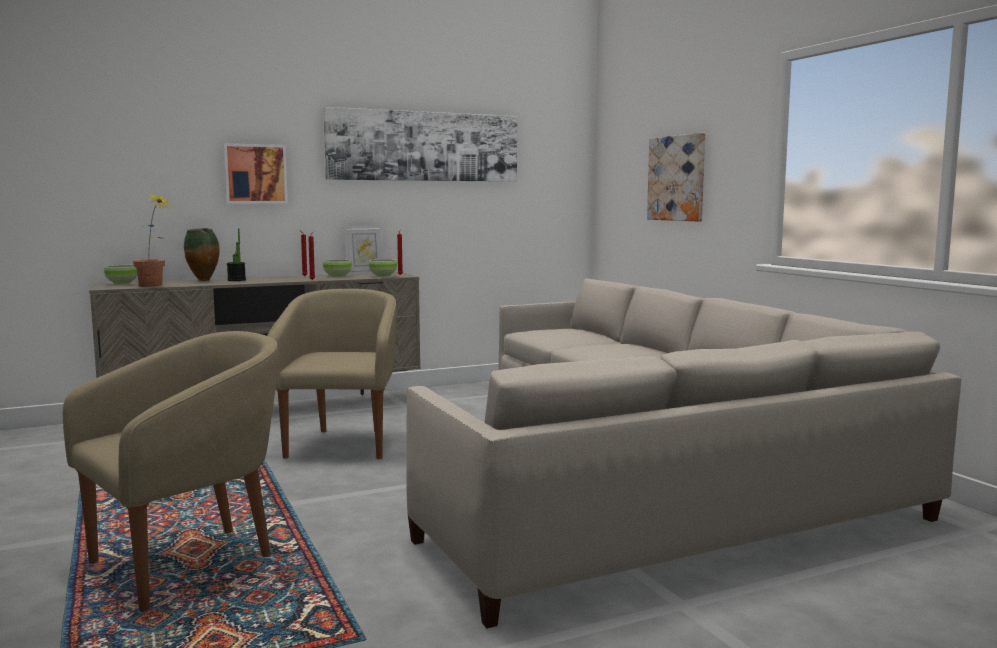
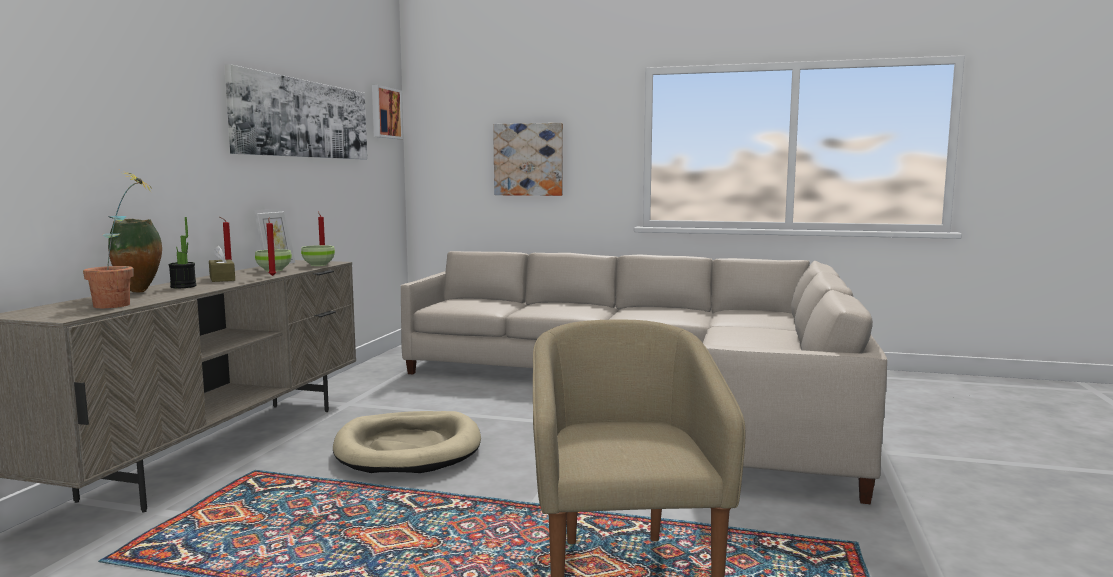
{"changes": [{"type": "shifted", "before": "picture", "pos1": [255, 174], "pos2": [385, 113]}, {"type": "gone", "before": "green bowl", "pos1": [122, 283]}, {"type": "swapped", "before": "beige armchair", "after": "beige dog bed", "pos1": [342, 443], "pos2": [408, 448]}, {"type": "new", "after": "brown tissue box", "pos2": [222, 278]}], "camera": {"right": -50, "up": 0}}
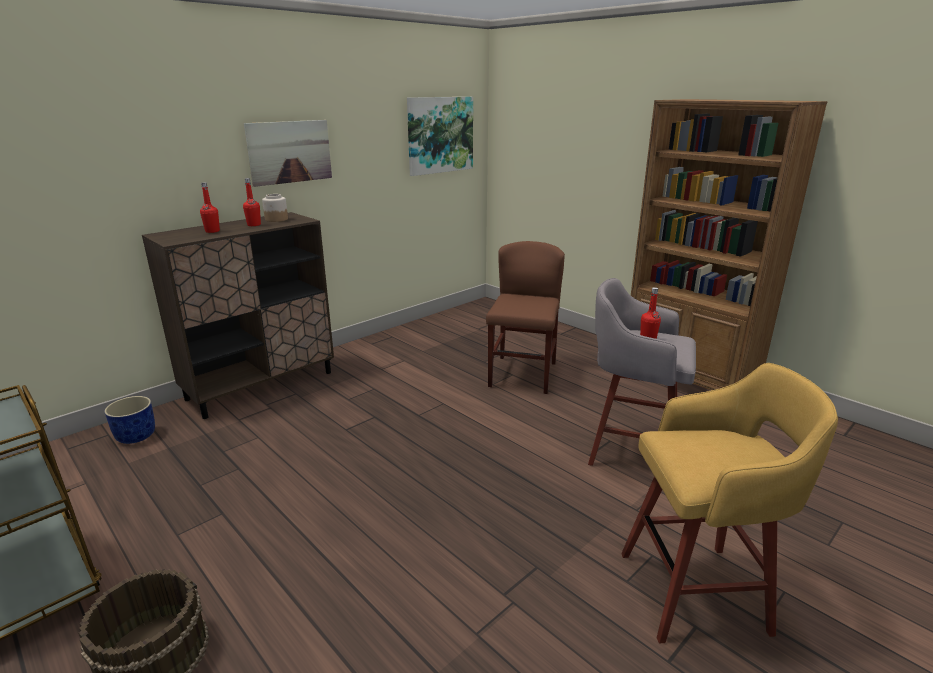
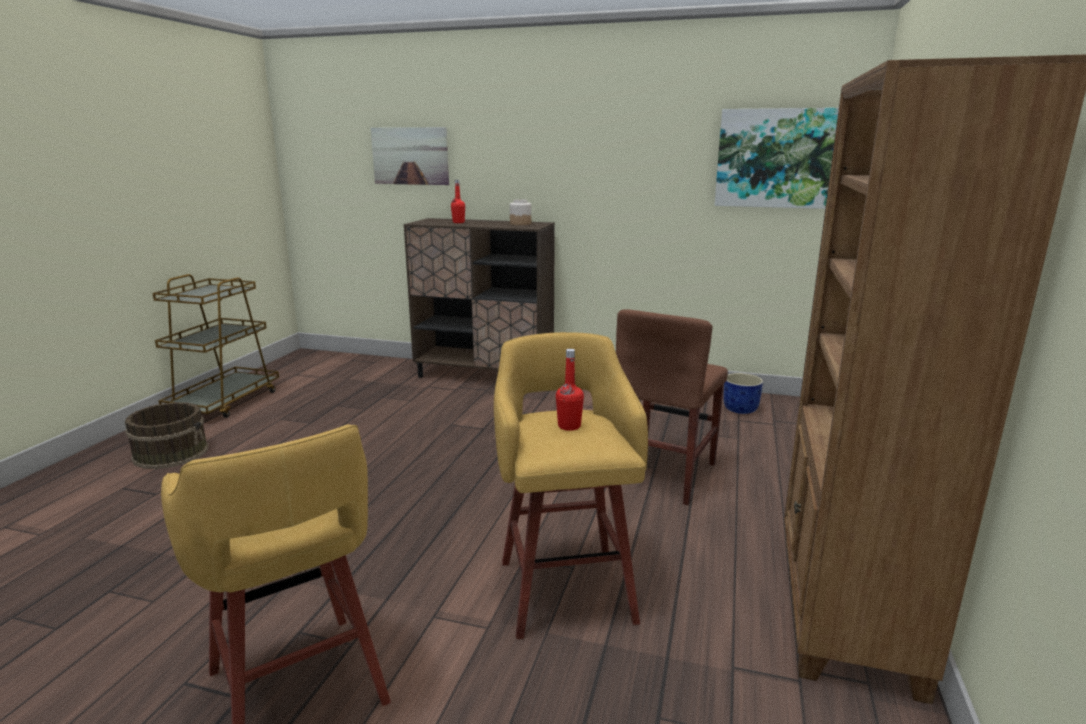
{"changes": [{"type": "shifted", "before": "picture", "pos1": [290, 152], "pos2": [410, 156]}, {"type": "gone", "before": "red bottle", "pos1": [254, 225]}, {"type": "rotated", "before": "brown chair", "pos1": [522, 374], "pos2": [663, 473], "turn": 135}, {"type": "repainted", "before": "grey stool", "after": "yellow stool", "pos1": [630, 449], "pos2": [565, 587]}, {"type": "shifted", "before": "blue planter", "pos1": [136, 436], "pos2": [740, 409]}], "camera": {"right": 60, "up": -5}}
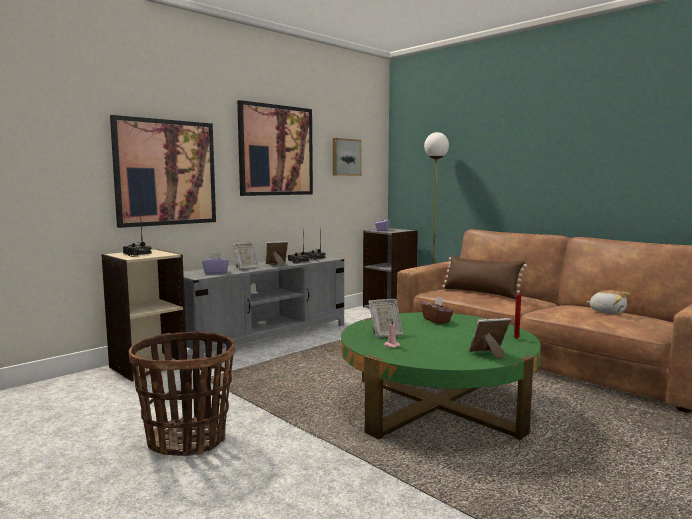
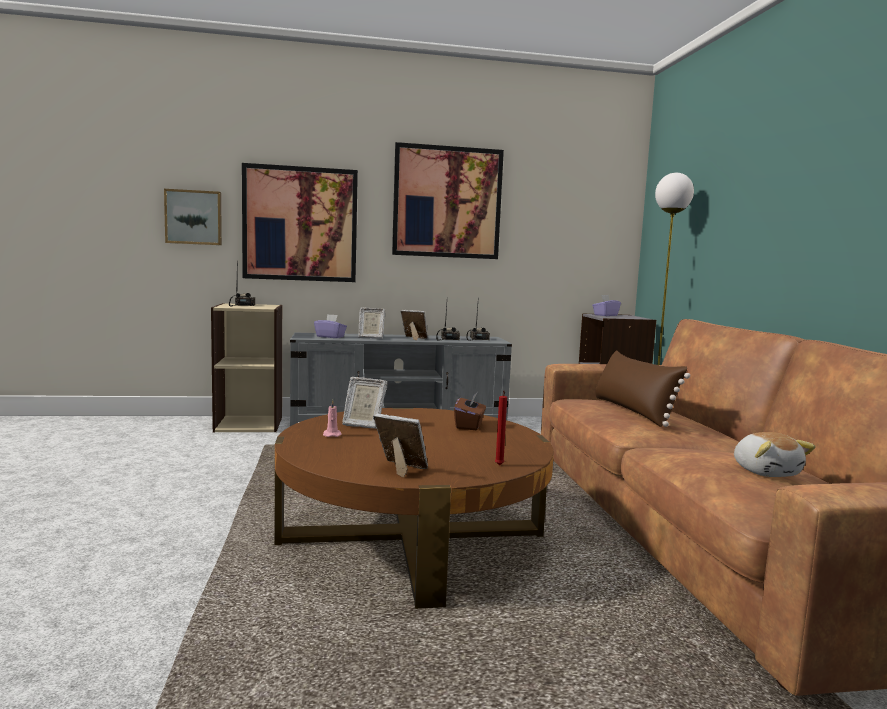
{"changes": [{"type": "shifted", "before": "picture", "pos1": [345, 157], "pos2": [194, 217]}, {"type": "repainted", "before": "green coffee table", "after": "brown coffee table", "pos1": [436, 405], "pos2": [412, 537]}, {"type": "gone", "before": "basket", "pos1": [187, 439]}], "camera": {"right": 35, "up": 0}}
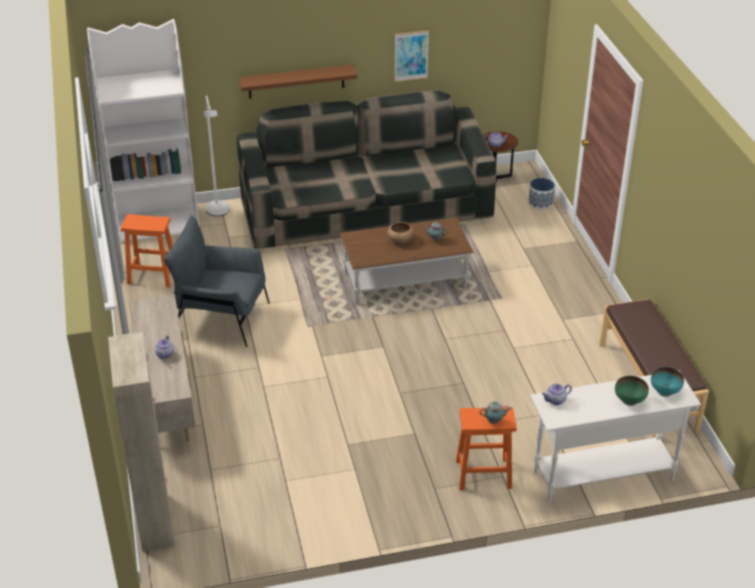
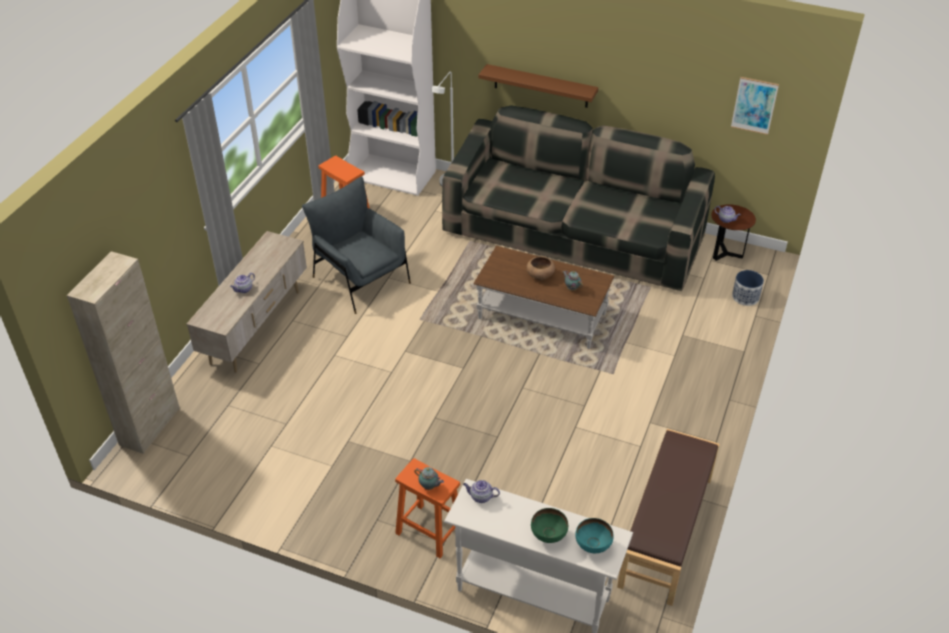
{"changes": [{"type": "shifted", "before": "picture", "pos1": [411, 56], "pos2": [754, 105]}], "camera": {"right": 35, "up": 5}}
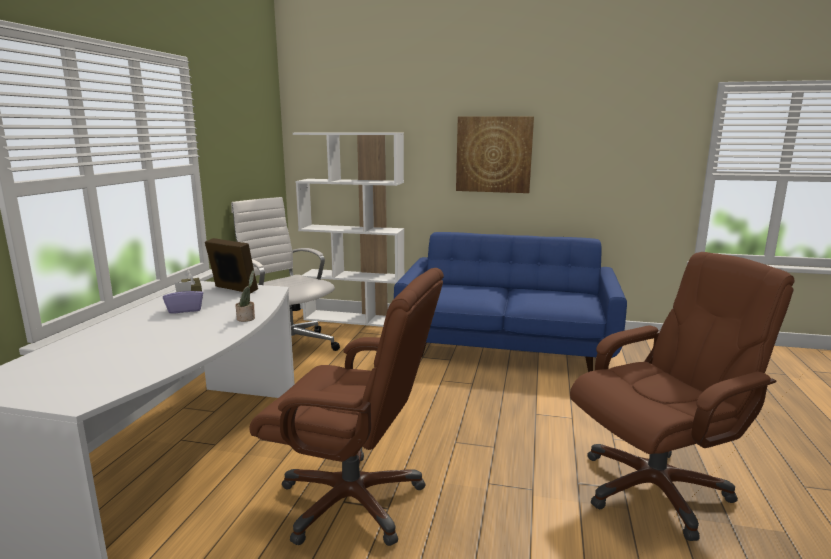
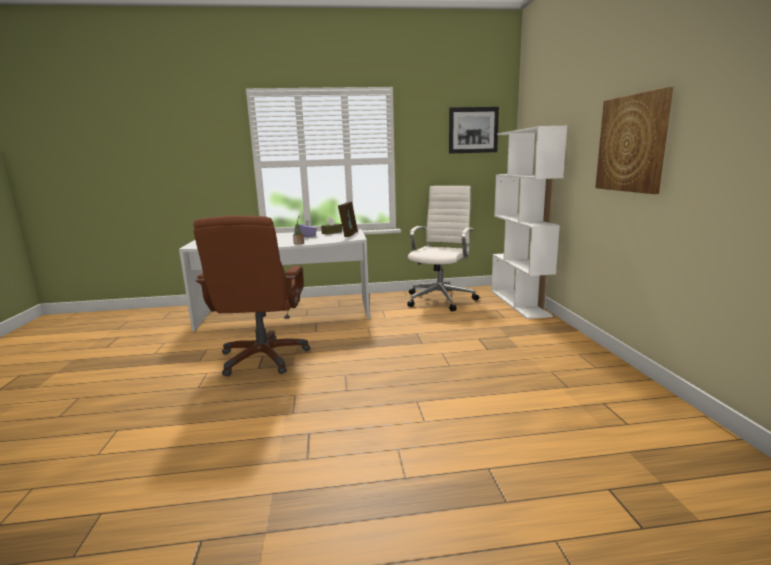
{"changes": [{"type": "gone", "before": "blue sofa", "pos1": [506, 345]}, {"type": "gone", "before": "brown office chair", "pos1": [654, 488]}, {"type": "new", "after": "picture", "pos2": [473, 130]}], "camera": {"right": 70, "up": 0}}
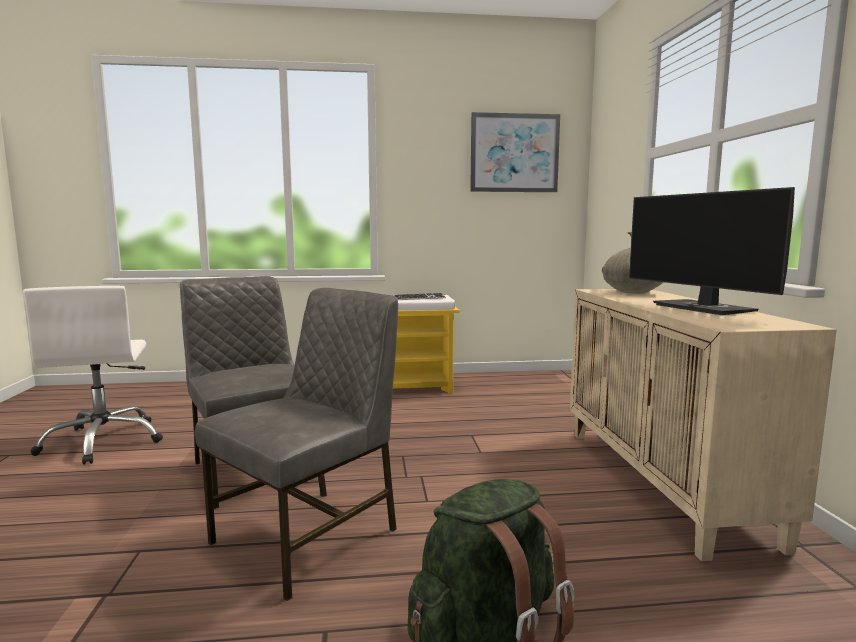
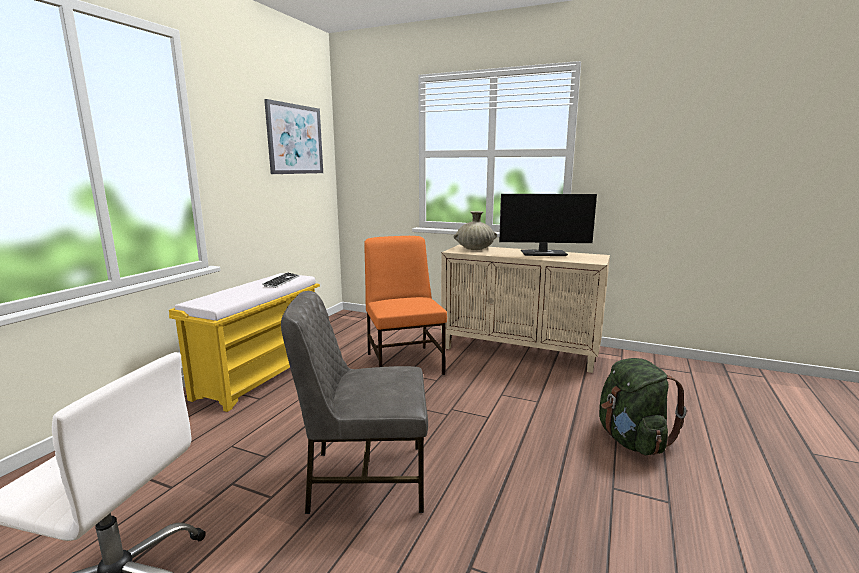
{"changes": [{"type": "gone", "before": "grey chair", "pos1": [310, 536]}, {"type": "new", "after": "orange chair", "pos2": [404, 362]}], "camera": {"right": -60, "up": 5}}
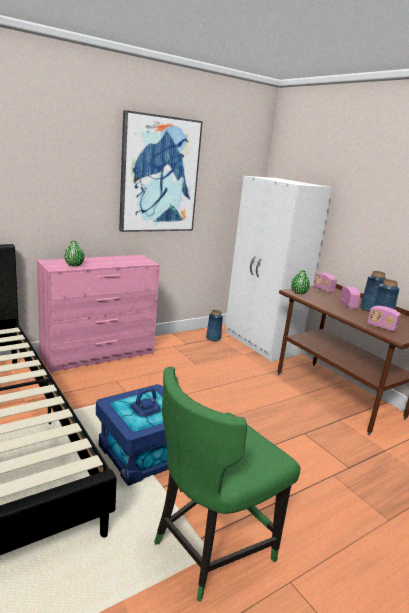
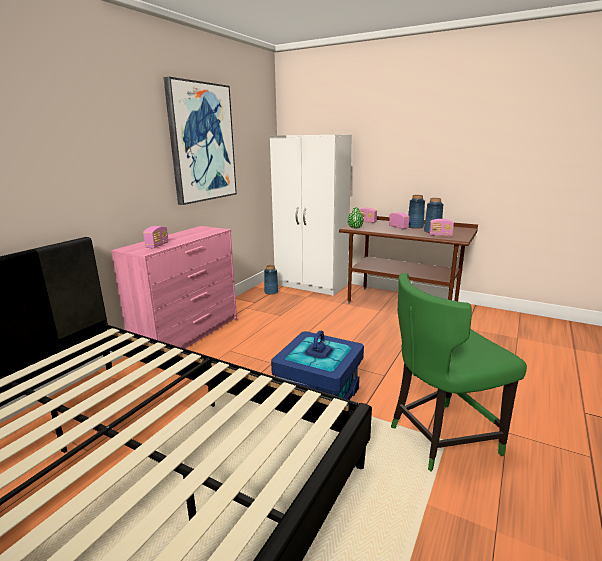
{"changes": [{"type": "swapped", "before": "green vase", "after": "radio", "pos1": [74, 265], "pos2": [157, 245]}, {"type": "rotated", "before": "green chair", "pos1": [209, 548], "pos2": [440, 437], "turn": 45}], "camera": {"right": -25, "up": 0}}
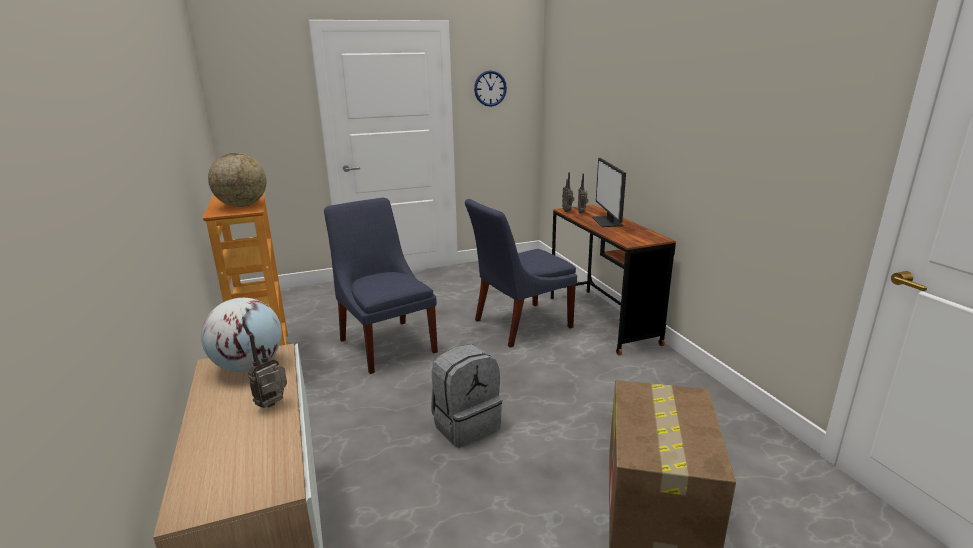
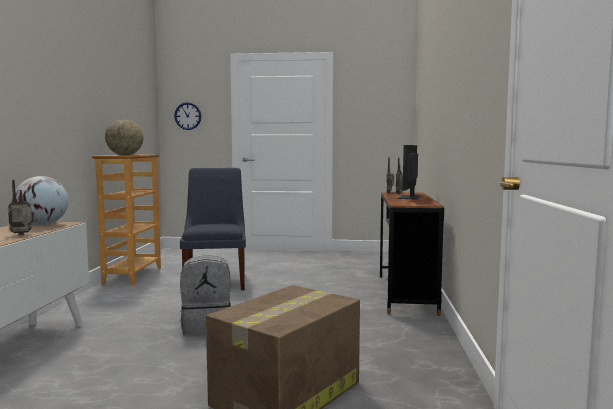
{"changes": [{"type": "shifted", "before": "wall clock", "pos1": [490, 88], "pos2": [188, 116]}, {"type": "gone", "before": "blue chair", "pos1": [519, 324]}], "camera": {"right": 25, "up": -15}}
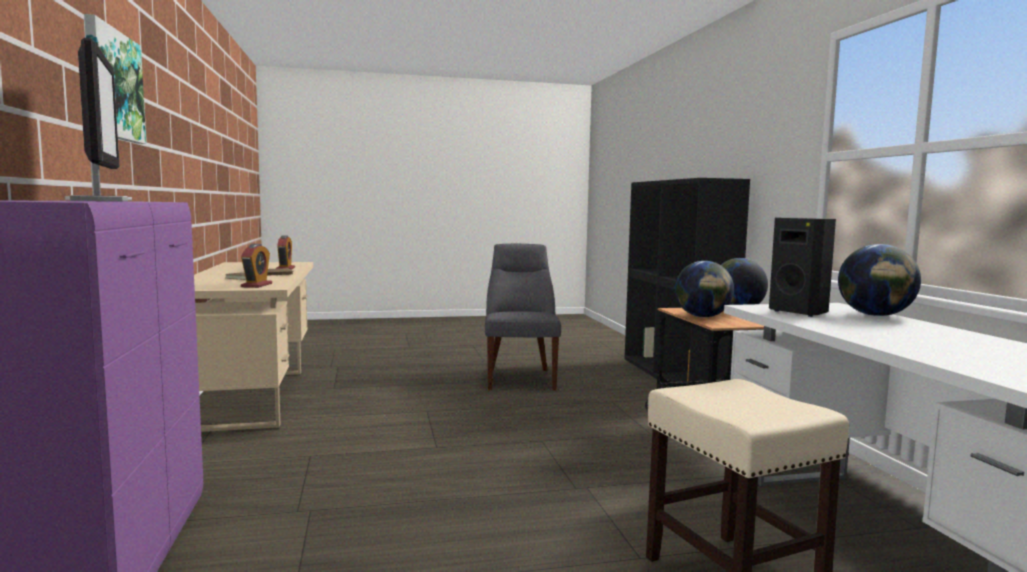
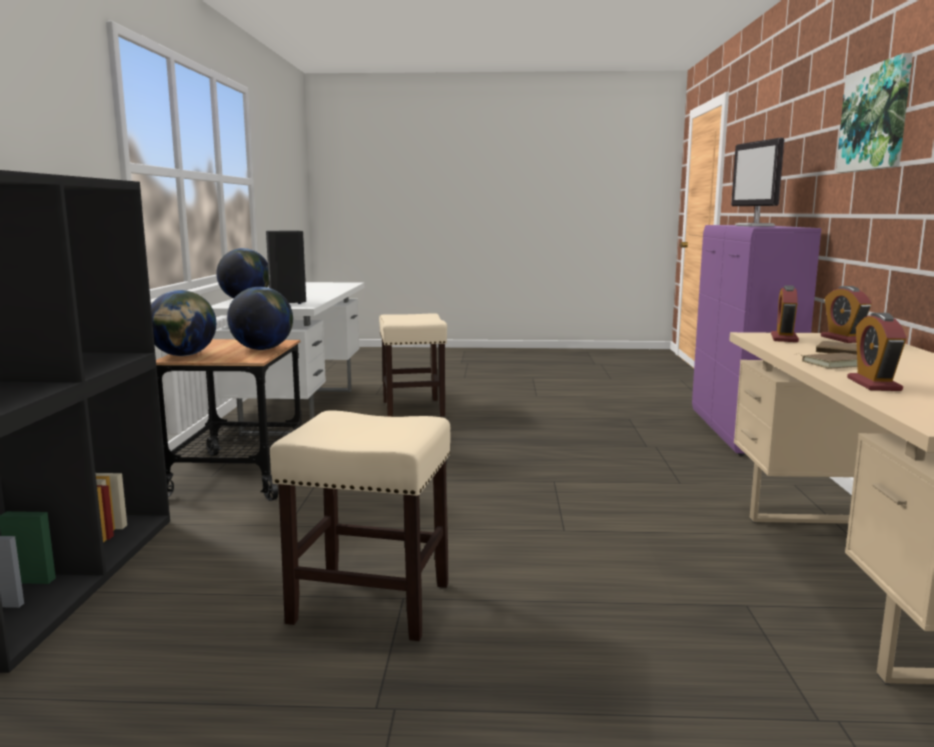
{"changes": [{"type": "swapped", "before": "grey chair", "after": "beige stool", "pos1": [520, 378], "pos2": [368, 603]}, {"type": "new", "after": "alarm clock", "pos2": [843, 339]}], "camera": {"right": -165, "up": 5}}
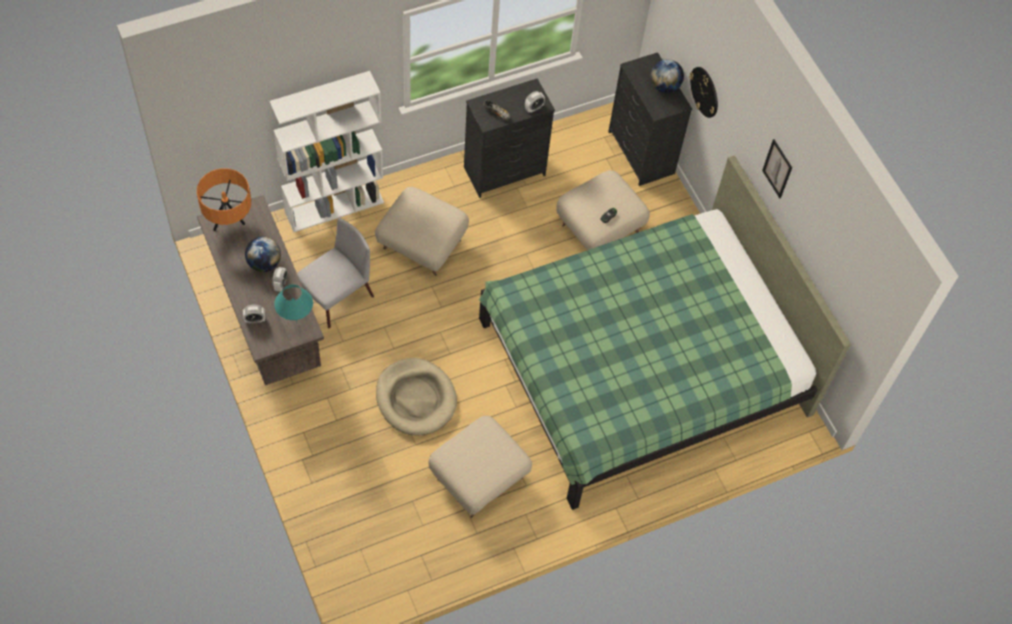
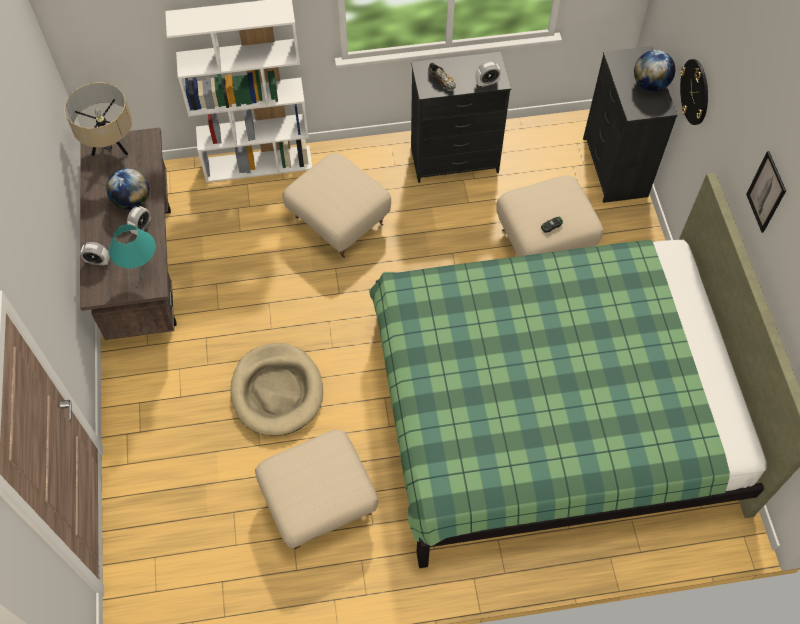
{"changes": [{"type": "repainted", "before": "orange table lamp", "after": "beige table lamp", "pos1": [229, 222], "pos2": [112, 150]}, {"type": "gone", "before": "grey chair", "pos1": [337, 299]}], "camera": {"right": 20, "up": 0}}
